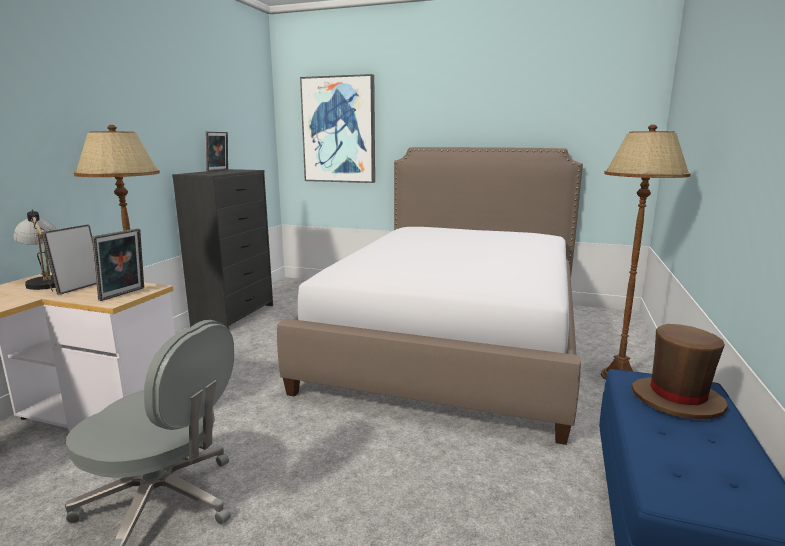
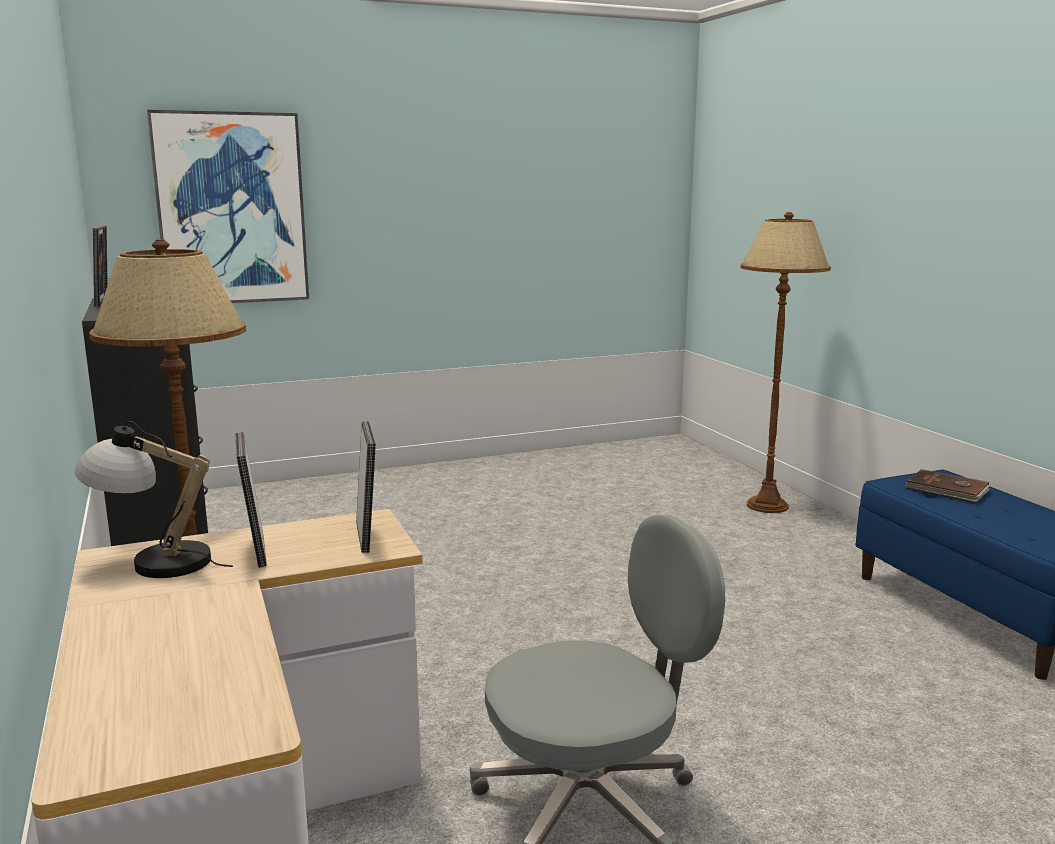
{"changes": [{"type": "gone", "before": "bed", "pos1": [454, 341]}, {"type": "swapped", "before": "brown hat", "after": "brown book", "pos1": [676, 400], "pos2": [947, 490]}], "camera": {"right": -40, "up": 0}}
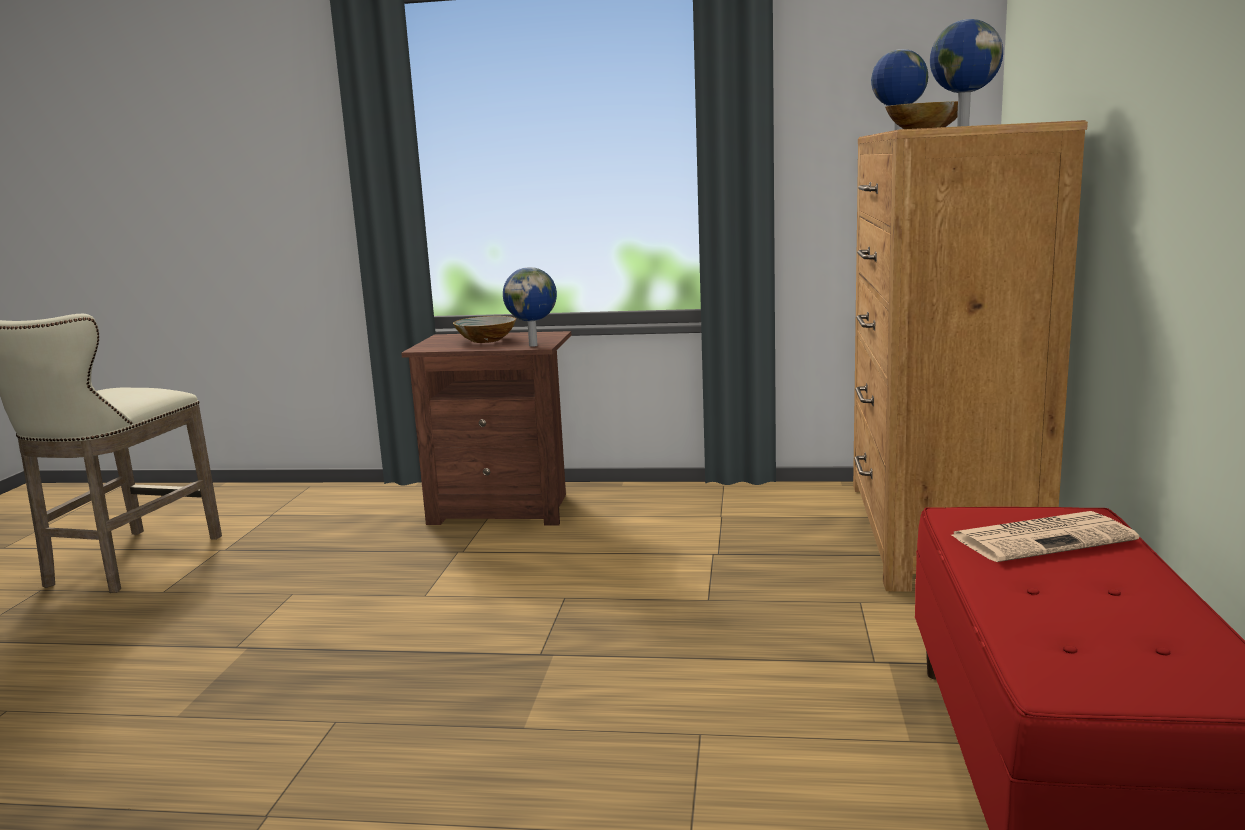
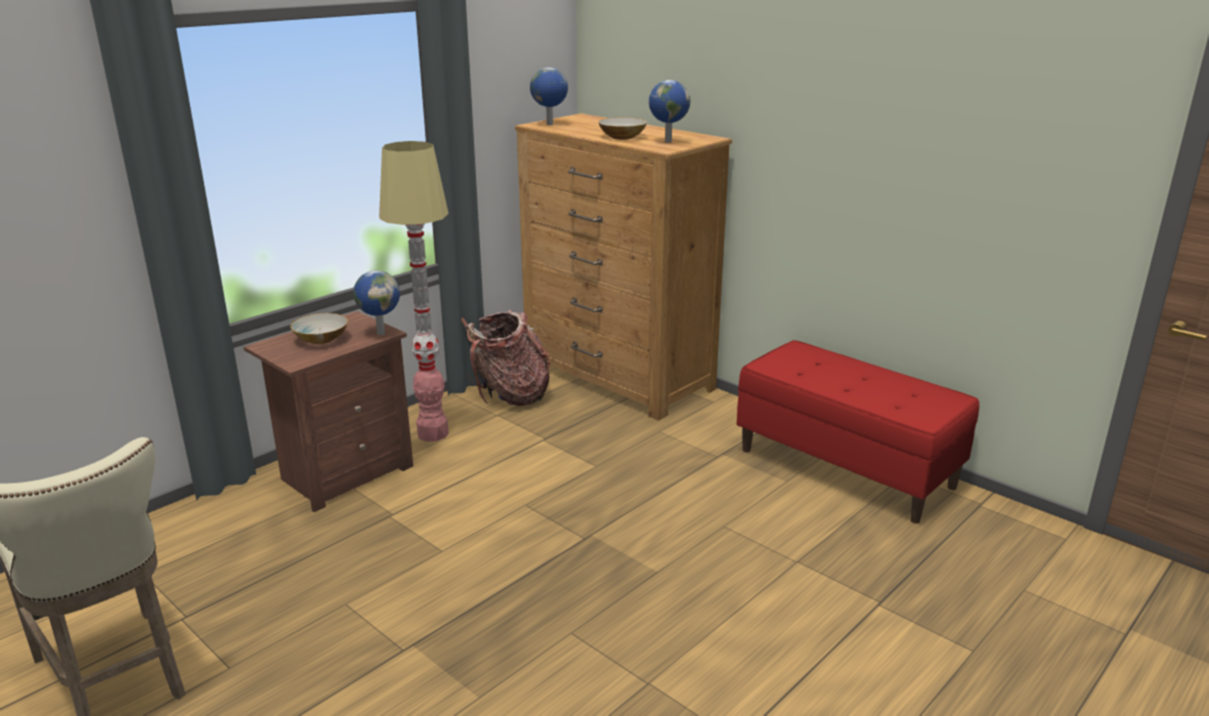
{"changes": [{"type": "gone", "before": "newspaper", "pos1": [1043, 538]}, {"type": "new", "after": "floor lamp", "pos2": [432, 434]}, {"type": "new", "after": "backpack", "pos2": [508, 395]}], "camera": {"right": -55, "up": 10}}
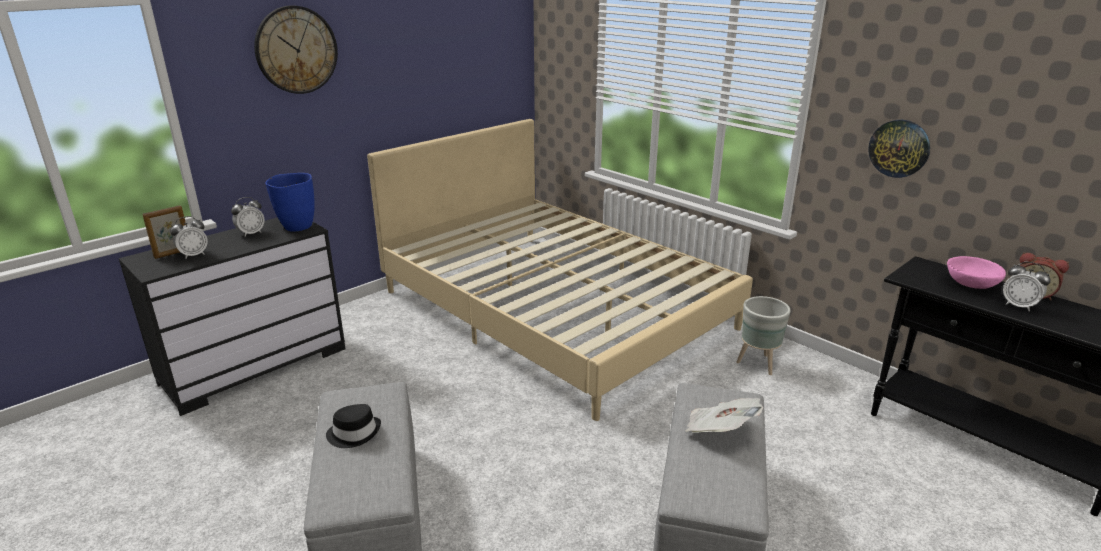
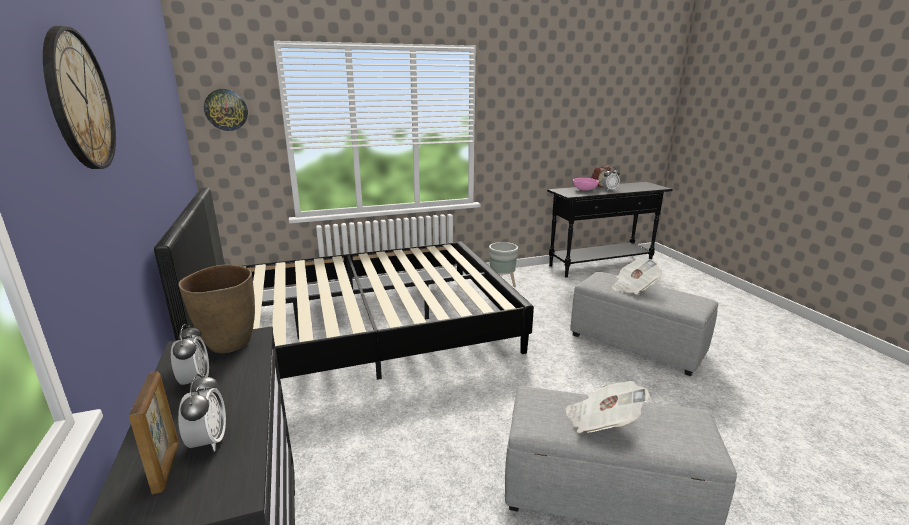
{"changes": [{"type": "repainted", "before": "beige bed", "after": "black bed", "pos1": [555, 308], "pos2": [363, 329]}, {"type": "shifted", "before": "wall clock", "pos1": [899, 148], "pos2": [226, 110]}, {"type": "repainted", "before": "blue vase", "after": "brown vase", "pos1": [297, 227], "pos2": [230, 344]}, {"type": "swapped", "before": "black hat", "after": "newspaper", "pos1": [354, 433], "pos2": [602, 422]}], "camera": {"right": -65, "up": -5}}
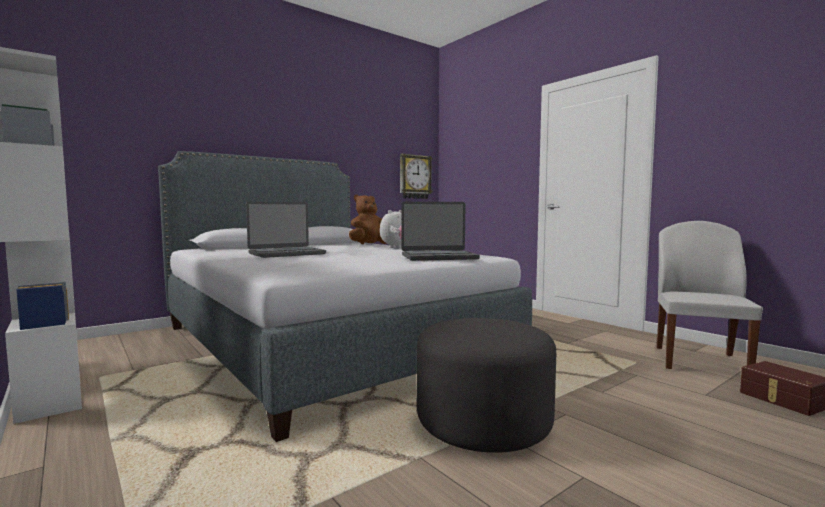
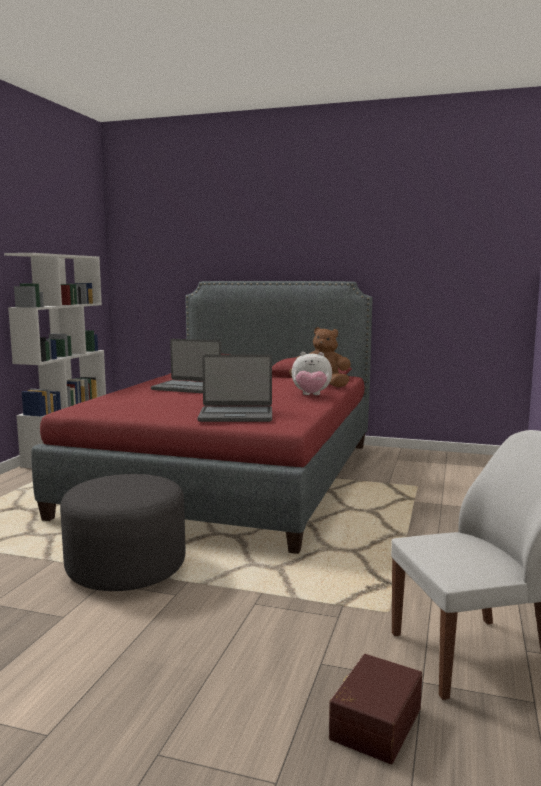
{"changes": [{"type": "repainted", "before": "grey bed", "after": "red bed", "pos1": [325, 342], "pos2": [231, 477]}, {"type": "gone", "before": "wall clock", "pos1": [414, 177]}, {"type": "rotated", "before": "laptop", "pos1": [438, 257], "pos2": [236, 415], "turn": -45}], "camera": {"right": 55, "up": 5}}
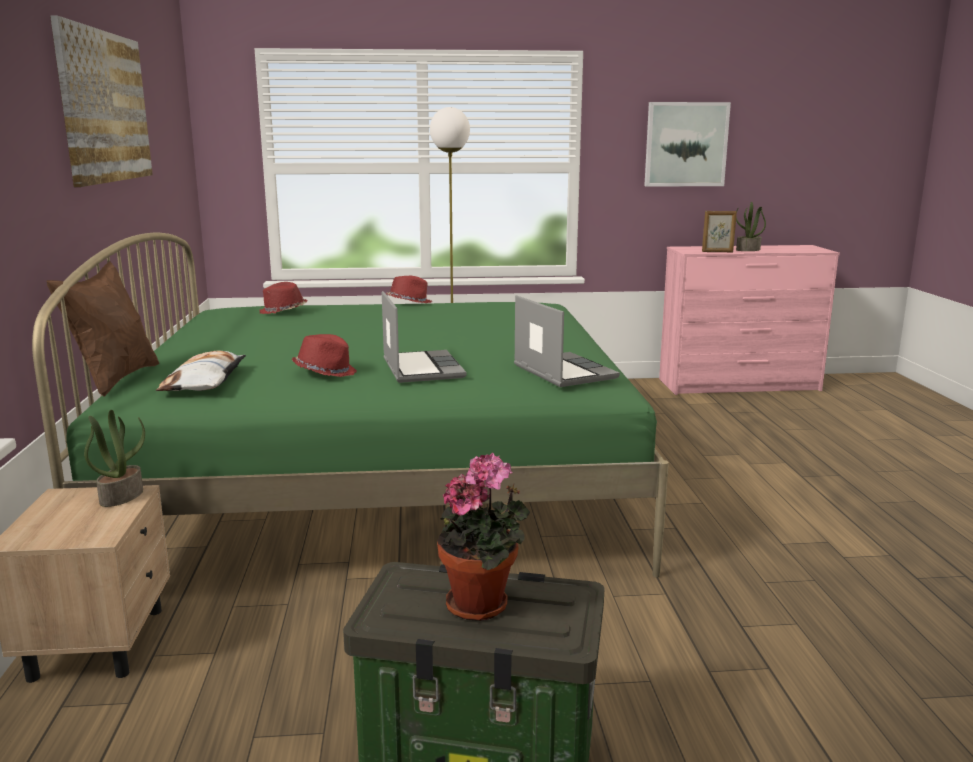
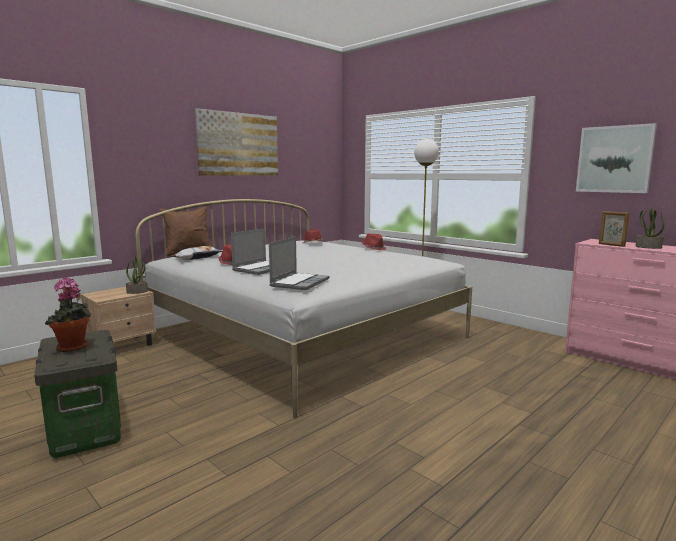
{"changes": [{"type": "repainted", "before": "green bed", "after": "white bed", "pos1": [382, 481], "pos2": [304, 335]}], "camera": {"right": 50, "up": -5}}
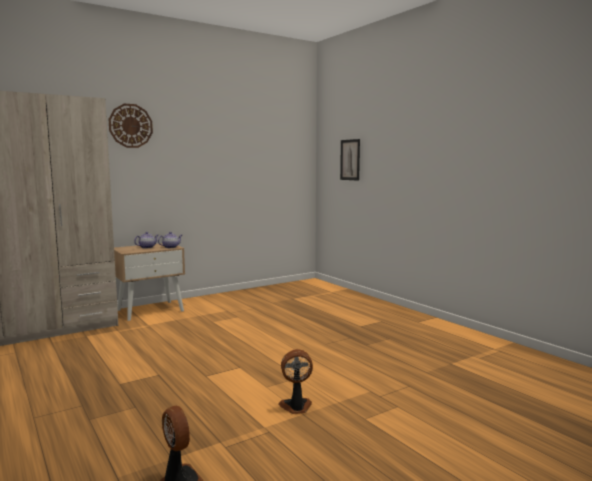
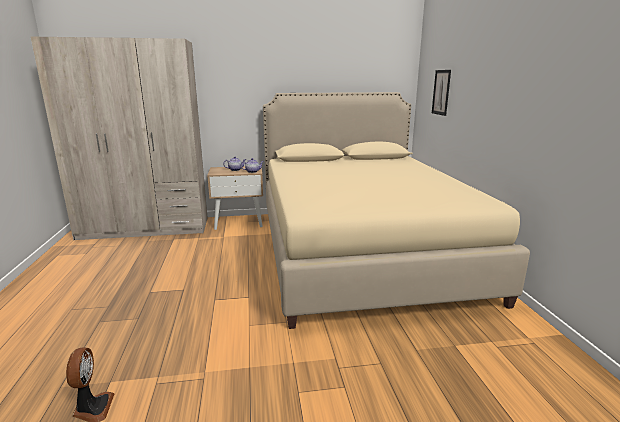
{"changes": [{"type": "gone", "before": "wall clock", "pos1": [130, 126]}, {"type": "gone", "before": "fan", "pos1": [296, 407]}, {"type": "new", "after": "beige bed", "pos2": [360, 250]}], "camera": {"right": 25, "up": 10}}
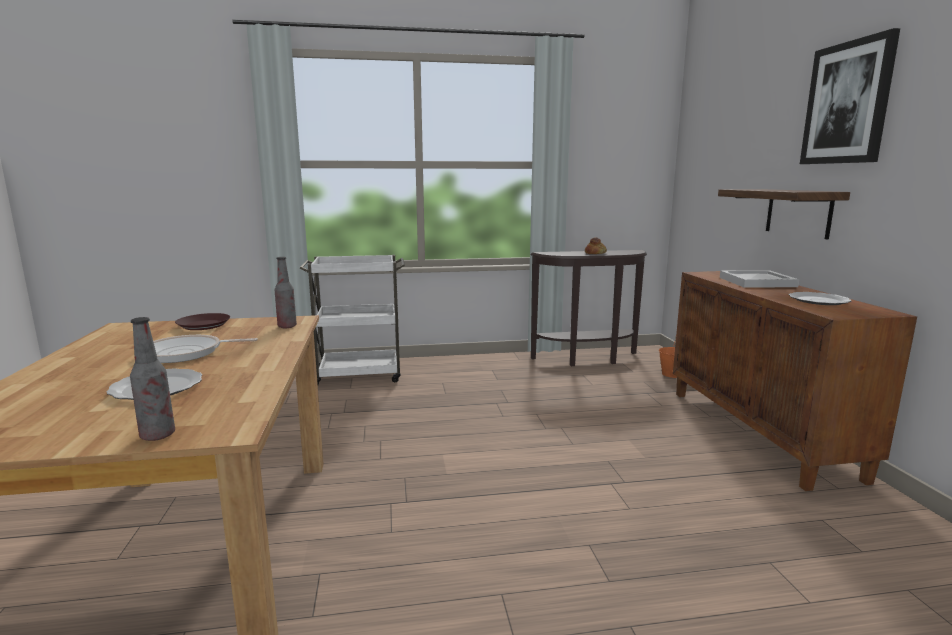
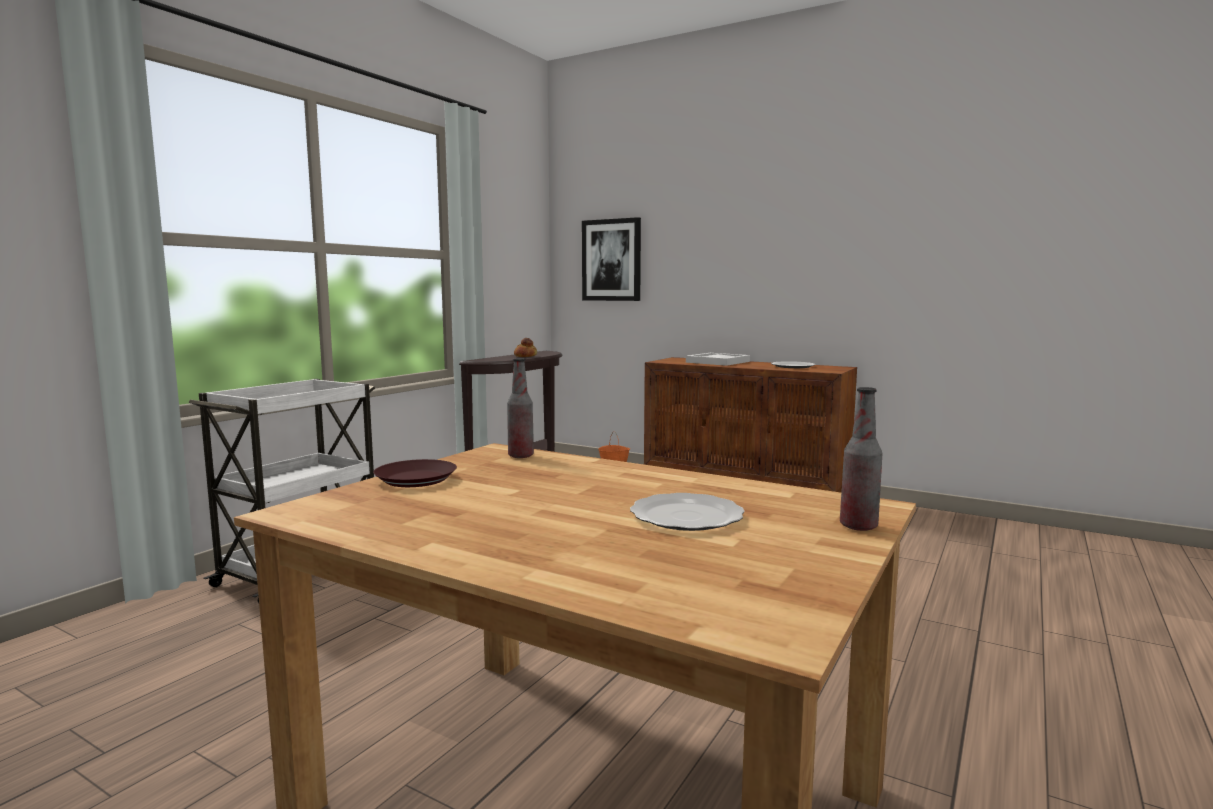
{"changes": [{"type": "shifted", "before": "picture", "pos1": [847, 103], "pos2": [611, 260]}, {"type": "gone", "before": "shelf", "pos1": [798, 212]}, {"type": "gone", "before": "frying pan", "pos1": [186, 353]}], "camera": {"right": -50, "up": -5}}
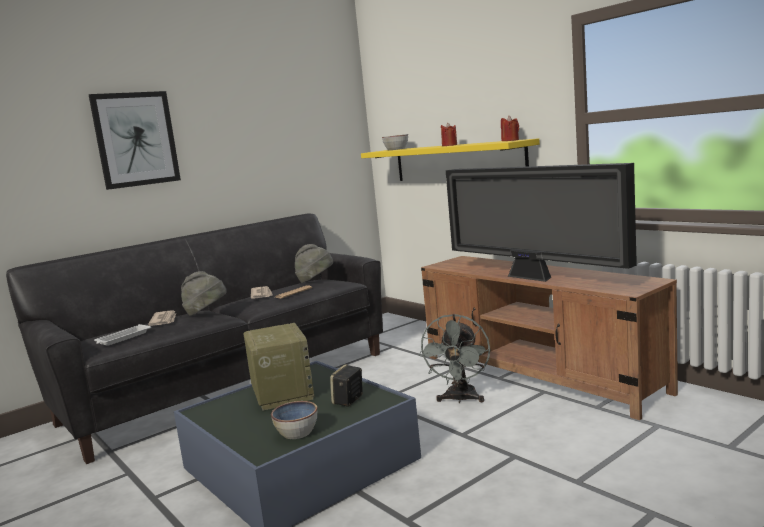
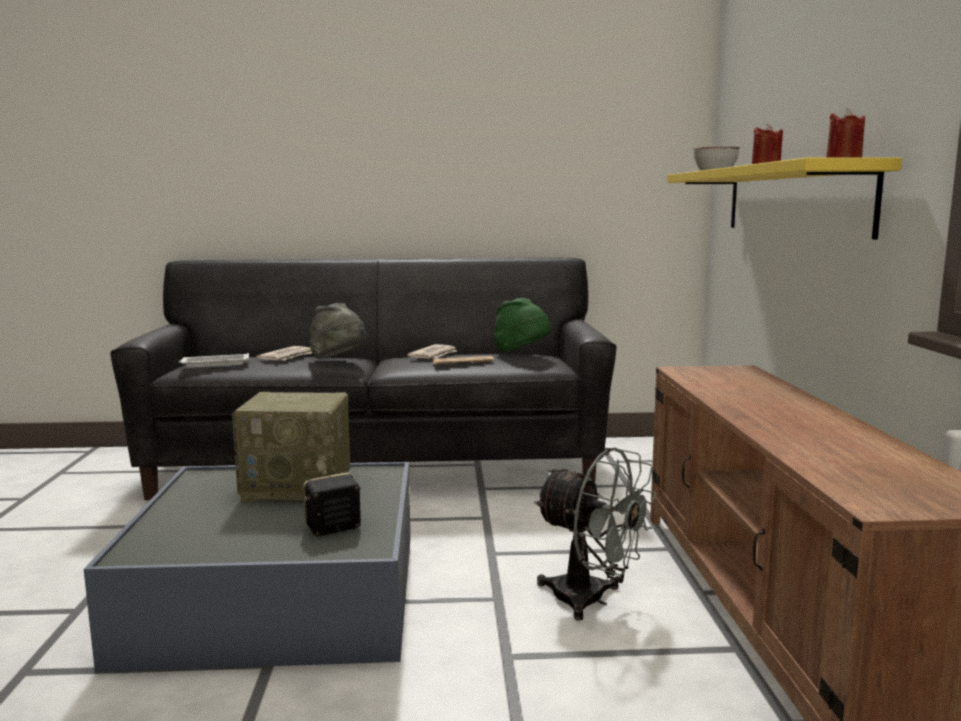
{"changes": [{"type": "gone", "before": "picture", "pos1": [136, 139]}, {"type": "gone", "before": "television", "pos1": [533, 278]}, {"type": "repainted", "before": "grey hat", "after": "green hat", "pos1": [315, 280], "pos2": [521, 354]}, {"type": "rotated", "before": "grey fan", "pos1": [460, 399], "pos2": [591, 600], "turn": -105}, {"type": "rotated", "before": "radio", "pos1": [281, 393], "pos2": [299, 488], "turn": 75}, {"type": "gone", "before": "bowl", "pos1": [297, 433]}], "camera": {"right": 35, "up": 0}}
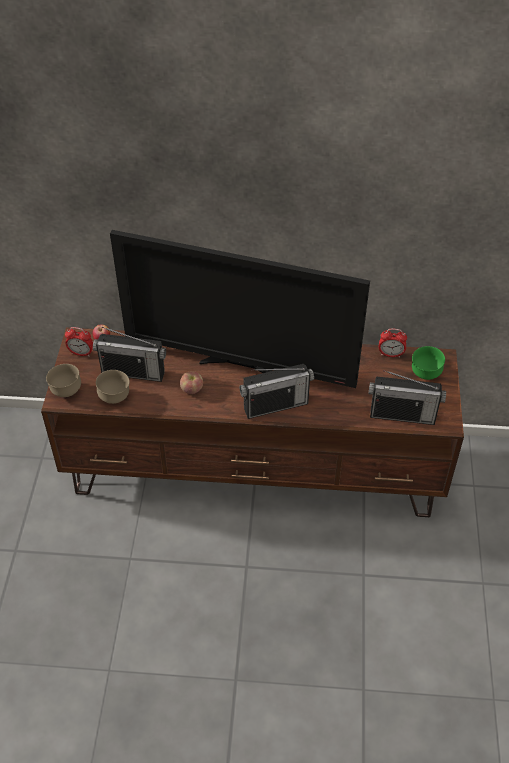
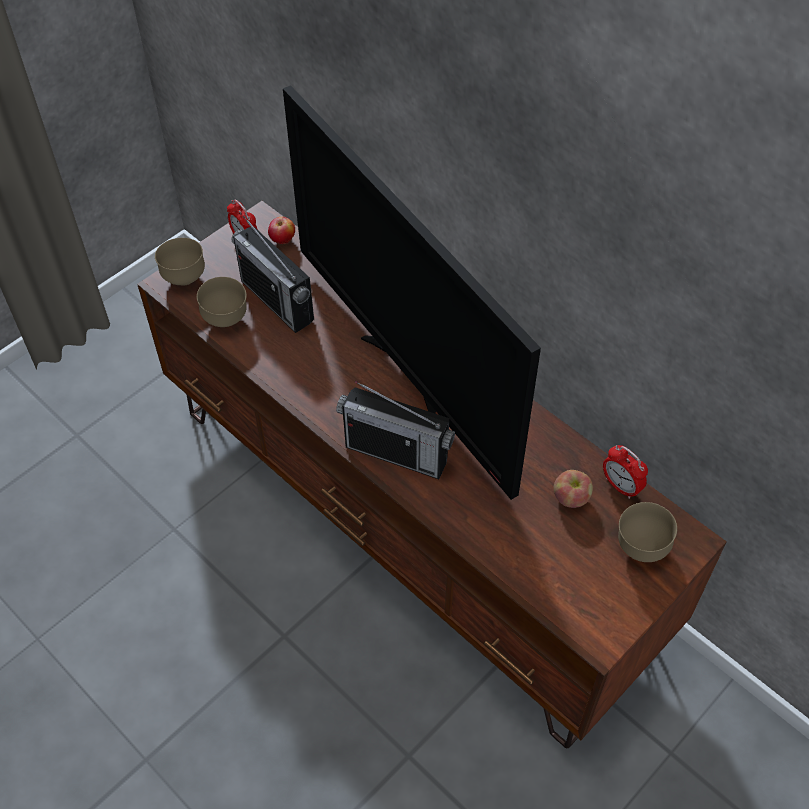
{"changes": [{"type": "repainted", "before": "green bowl", "after": "brown bowl", "pos1": [425, 374], "pos2": [641, 547]}, {"type": "gone", "before": "radio", "pos1": [402, 415]}, {"type": "shifted", "before": "apple", "pos1": [192, 389], "pos2": [571, 498]}], "camera": {"right": 40, "up": 5}}
